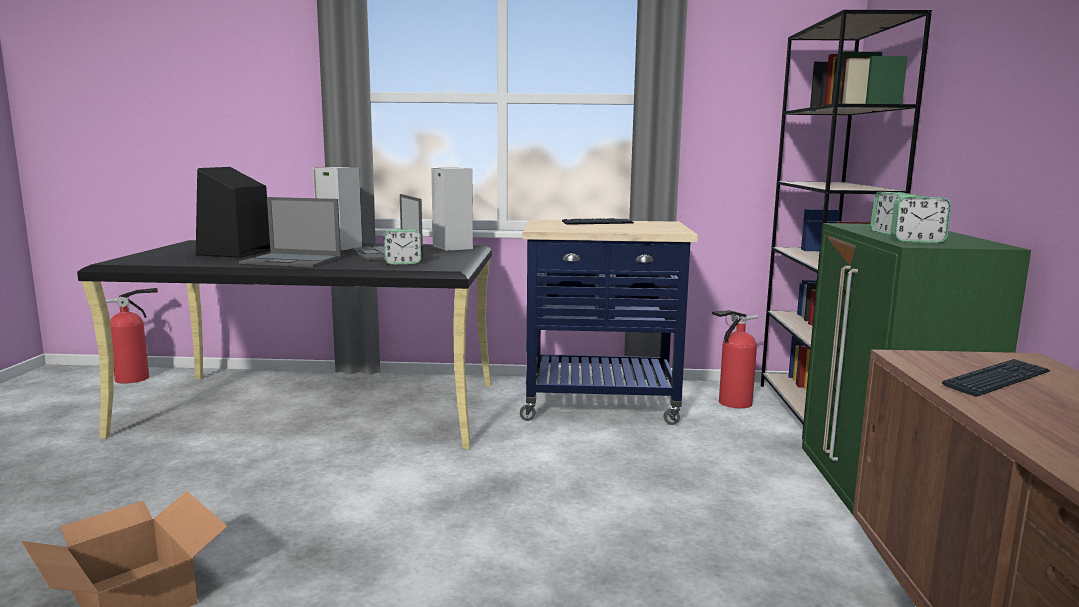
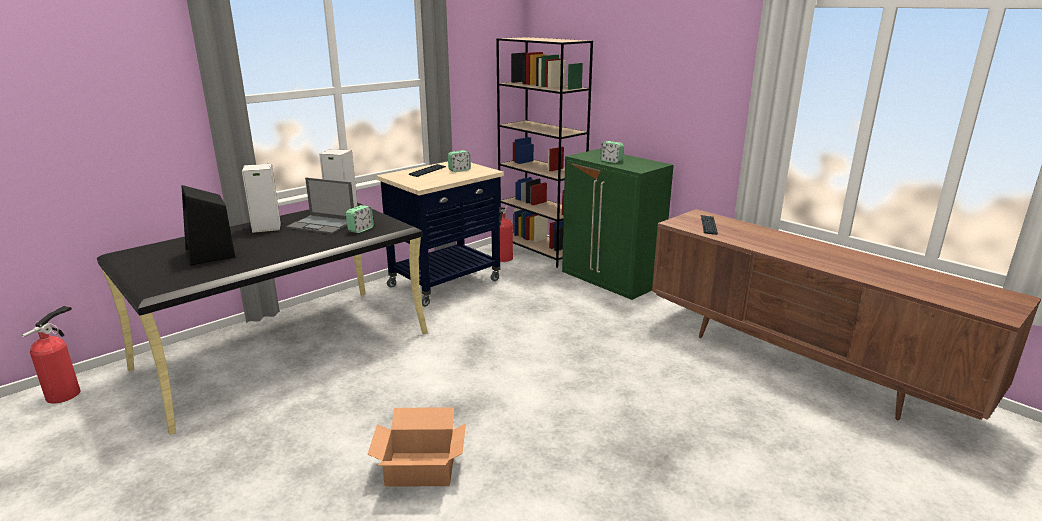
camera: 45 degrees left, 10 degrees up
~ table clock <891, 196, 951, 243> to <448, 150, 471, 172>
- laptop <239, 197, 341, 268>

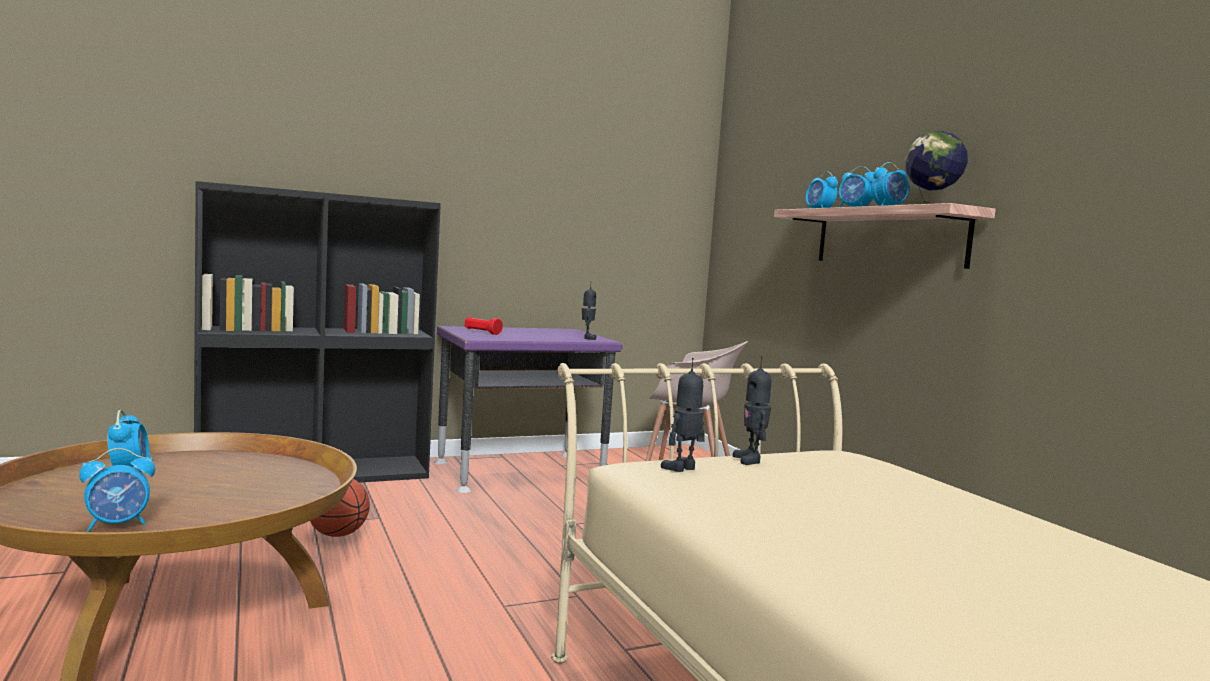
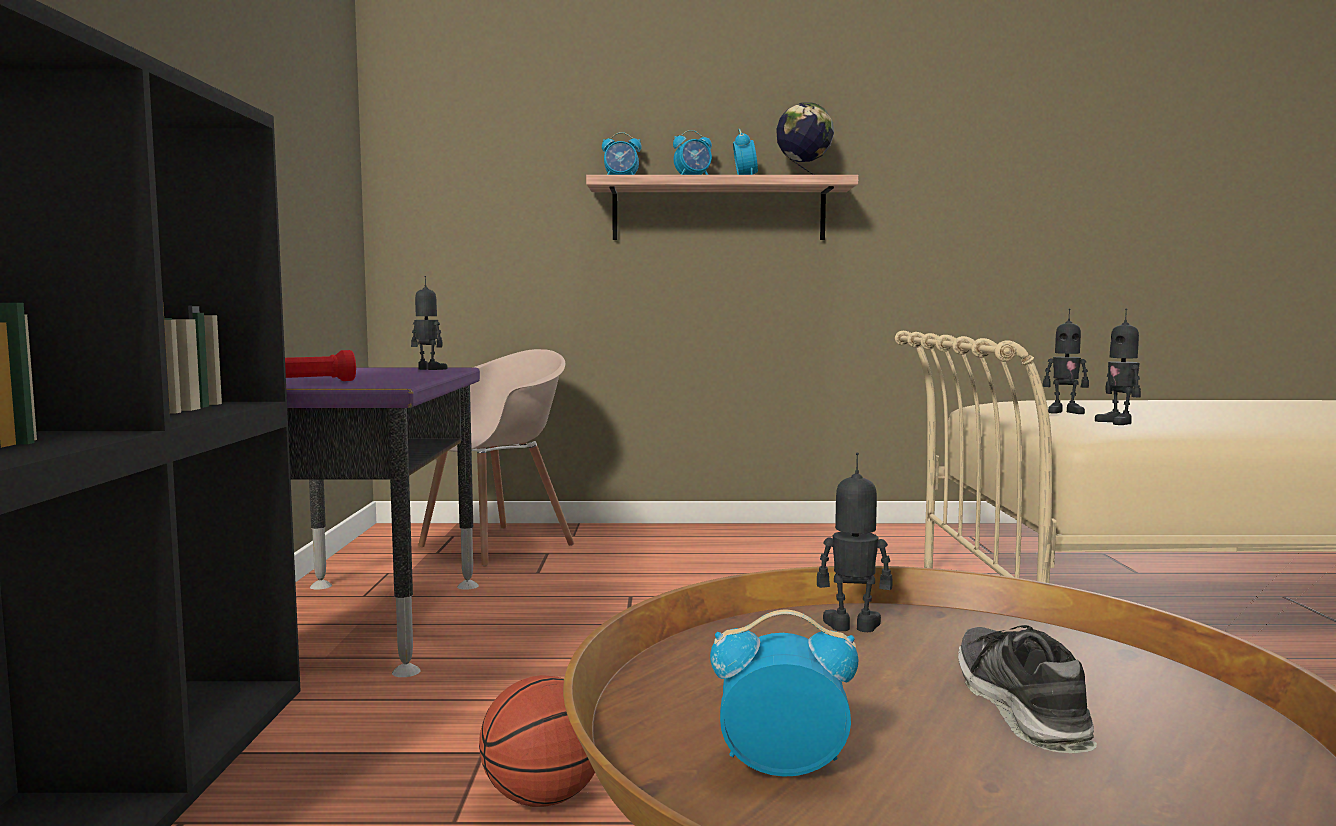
camera: 65 degrees left, 0 degrees up
- table clock <79, 448, 155, 532>
+ model robot <817, 452, 893, 632>
+ item of footwear <958, 625, 1097, 753>

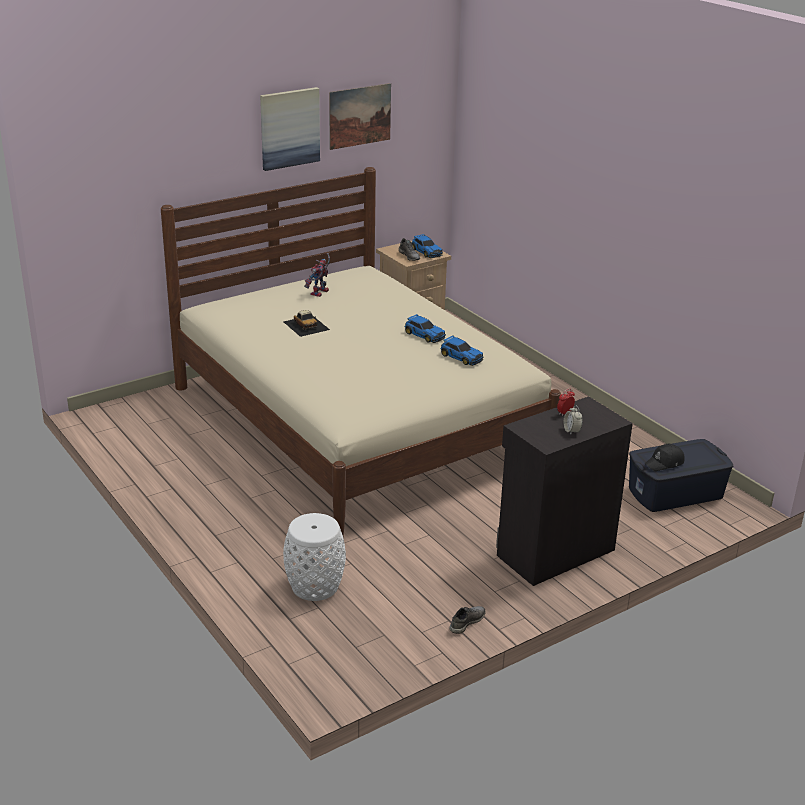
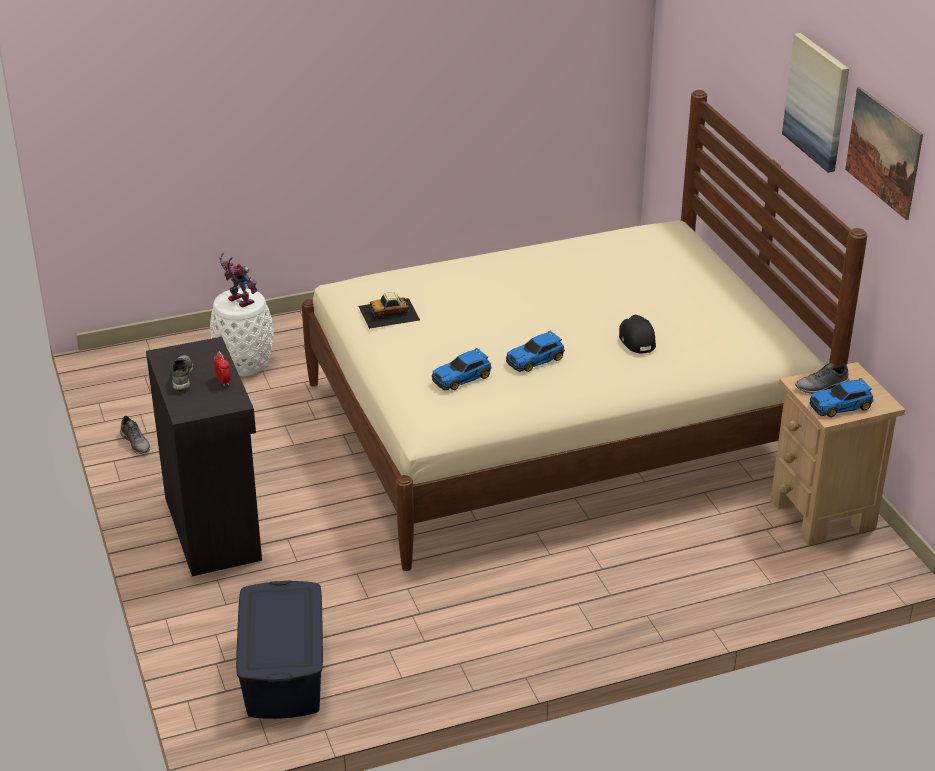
camera: 105 degrees right, 5 degrees up
~ model robot <304, 253, 330, 297> to <219, 252, 257, 308>
~ model car <283, 310, 330, 337> to <359, 292, 420, 329>
~ table clock <563, 405, 583, 434> to grey item of footwear <171, 355, 193, 390>
~ black peaked cap <644, 444, 685, 471> to <619, 315, 656, 354>

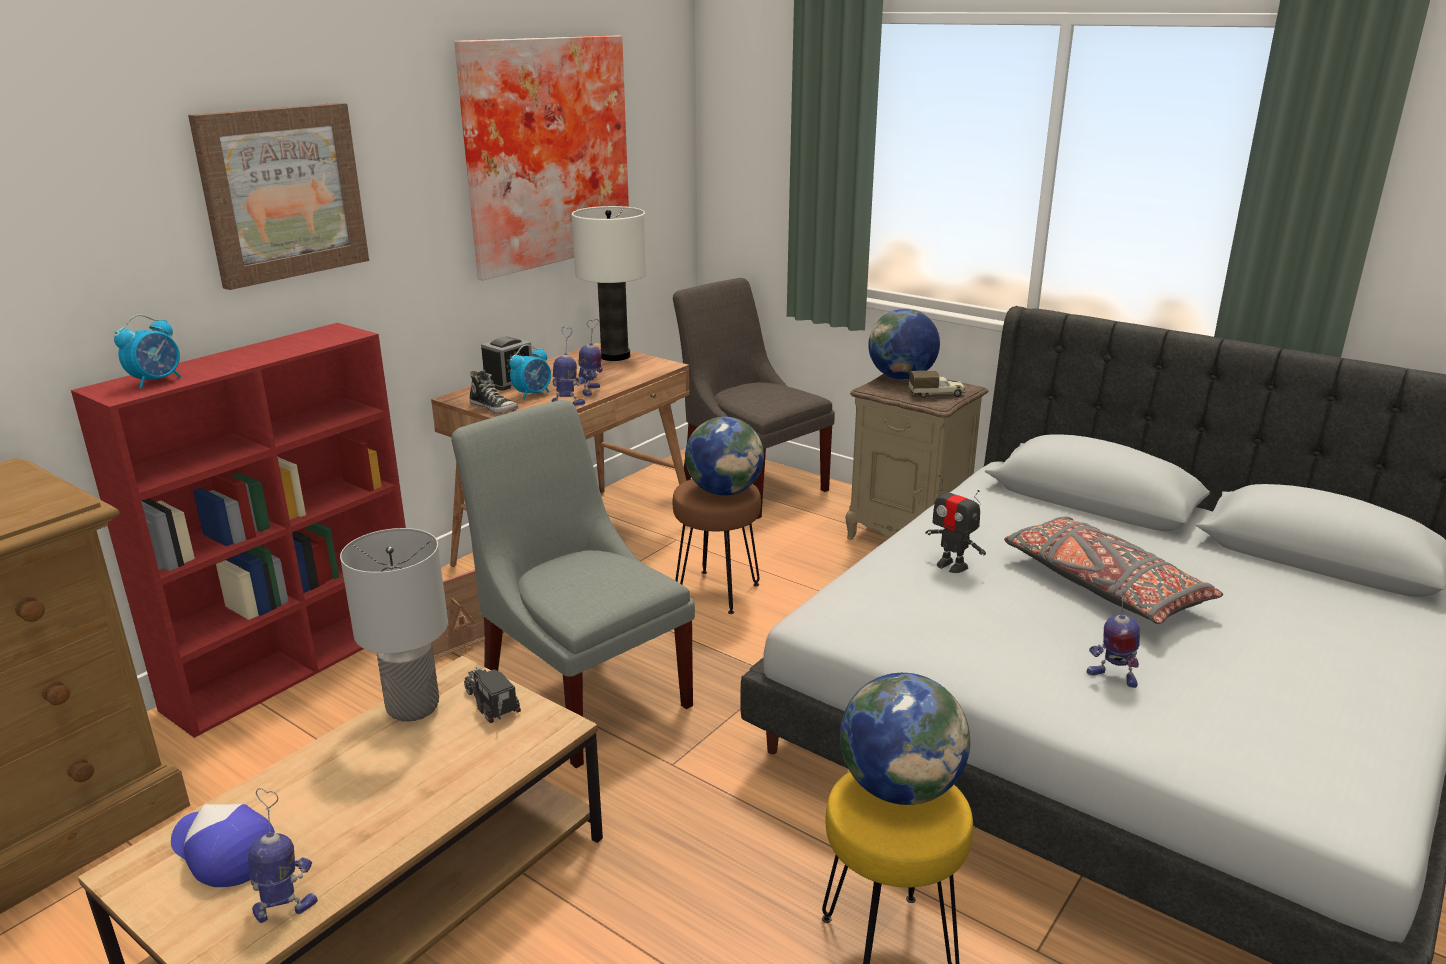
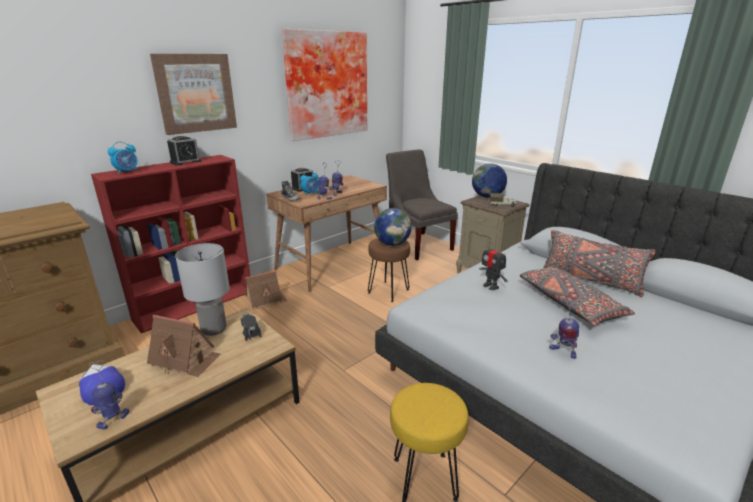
camera: 10 degrees right, 0 degrees up
- white tabletop lamp <572, 206, 647, 361>
- grey upright chair <451, 400, 695, 768>
- desk globe <840, 673, 970, 805>
~ model robot <248, 788, 318, 923> = <89, 361, 129, 430> 45 degrees counterclockwise
+ table clock <167, 136, 201, 165>
+ grey cushion <543, 230, 656, 297>
+ miniature house <147, 315, 220, 377>

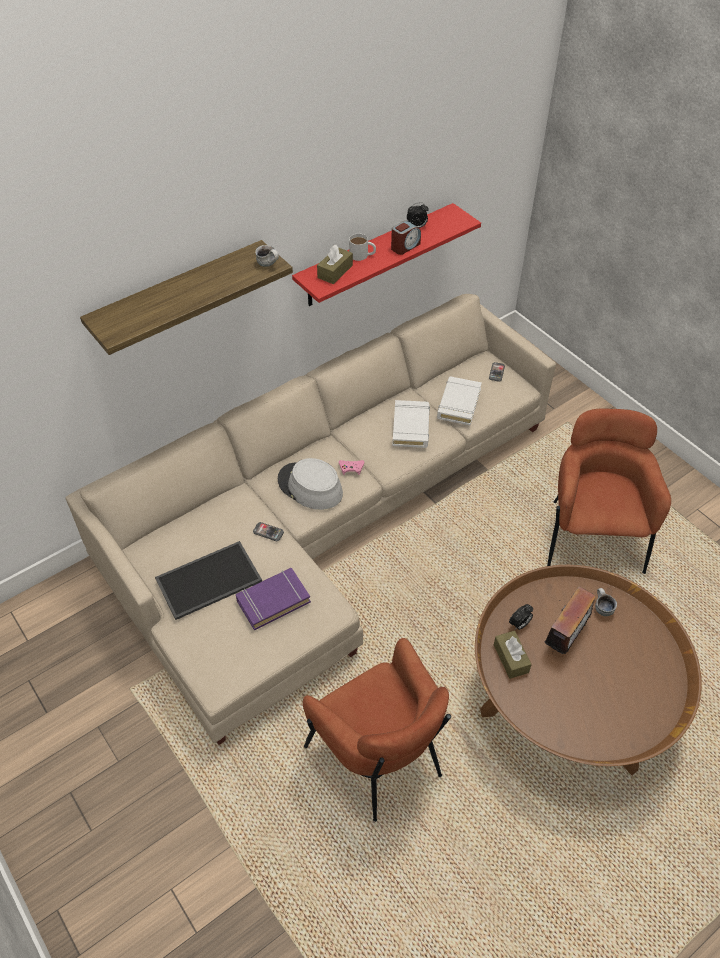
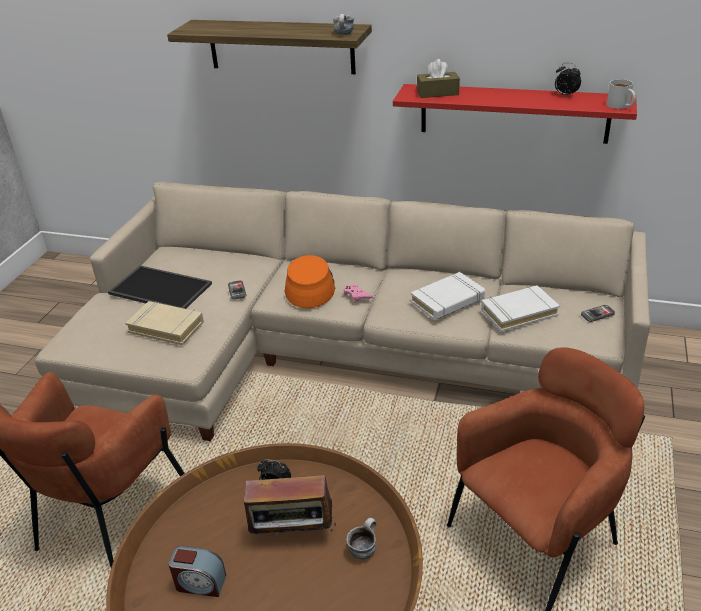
camera: 55 degrees right, 15 degrees down
~ table clock <391, 221, 421, 255> to <168, 545, 226, 597>
~ white coffee mug <349, 234, 376, 261> to <607, 79, 636, 109>
~ grey wearable hat <278, 458, 343, 510> to orange wearable hat <285, 255, 335, 308>
~ purple-coloured bound book <236, 568, 311, 631> to beige bound book <125, 301, 204, 345>
- brown-coloured tissue holder <494, 631, 532, 679>

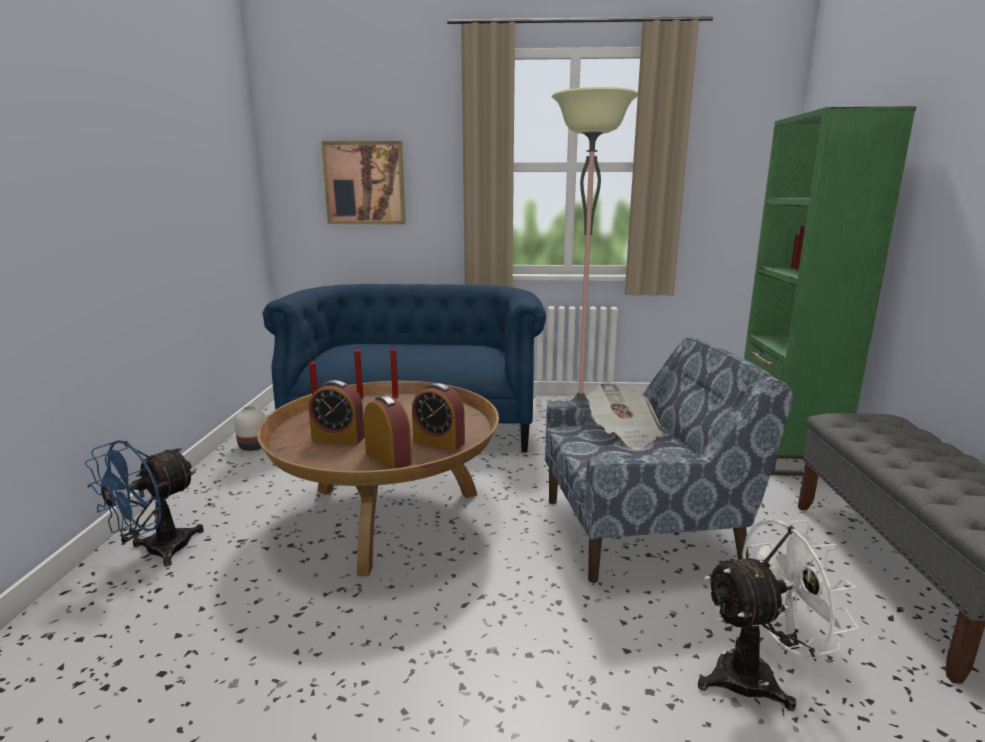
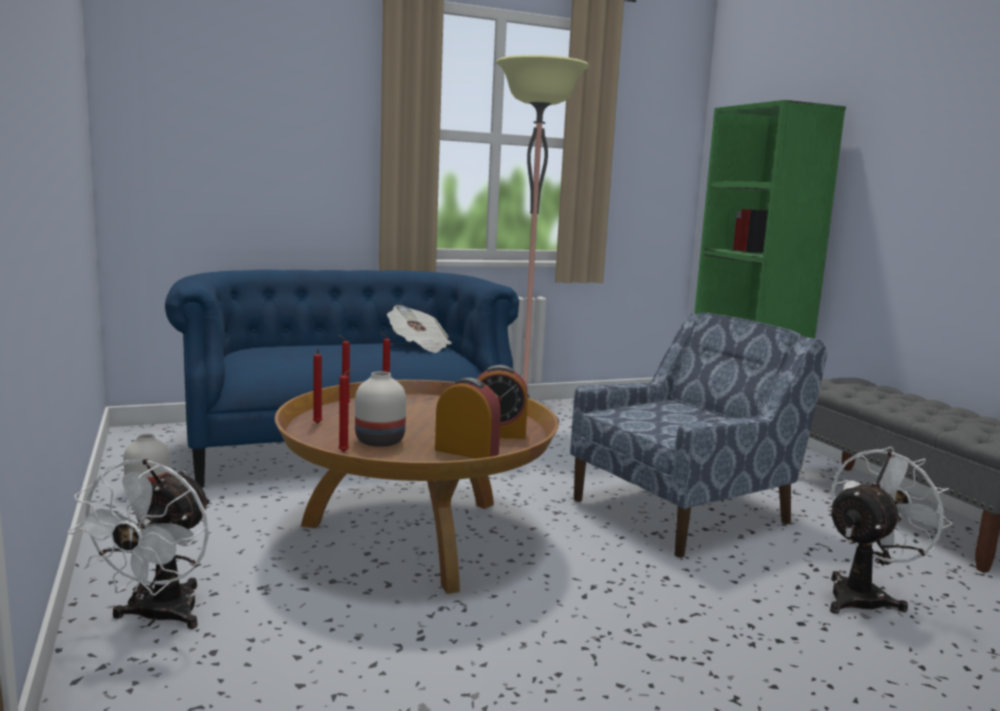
camera: 25 degrees left, 5 degrees down
- wall art <321, 141, 406, 224>
~ table clock <309, 380, 365, 445> to white decorative vase <355, 371, 406, 447>
~ newspaper <588, 382, 663, 450> to <387, 305, 452, 353>
~ bluish cooling fan <85, 440, 204, 567> to white cooling fan <68, 459, 211, 629>
+ red wax candle <338, 368, 354, 452>

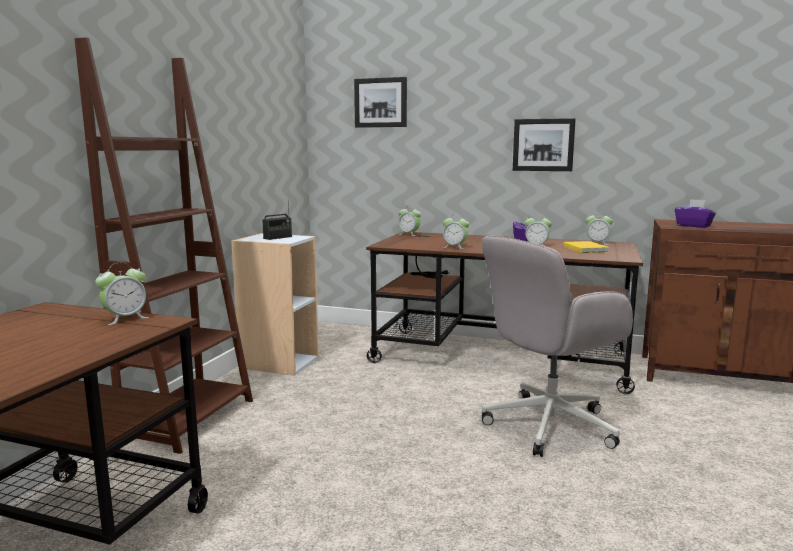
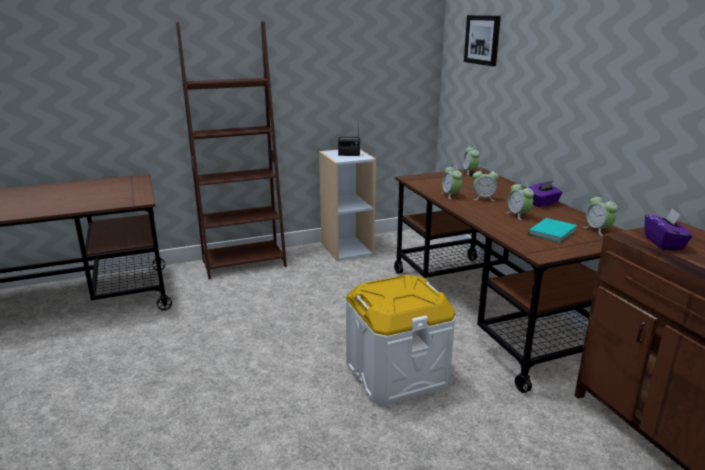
camera: 50 degrees right, 10 degrees up
- wall art <513, 118, 576, 171>
~ grey desk chair <482, 235, 633, 457> to white storage box <346, 275, 456, 406>
~ yellowish bound book <563, 241, 609, 253> to turquoise-coloured bound book <529, 218, 577, 243>
~ table clock <96, 262, 149, 325> to <472, 167, 499, 201>

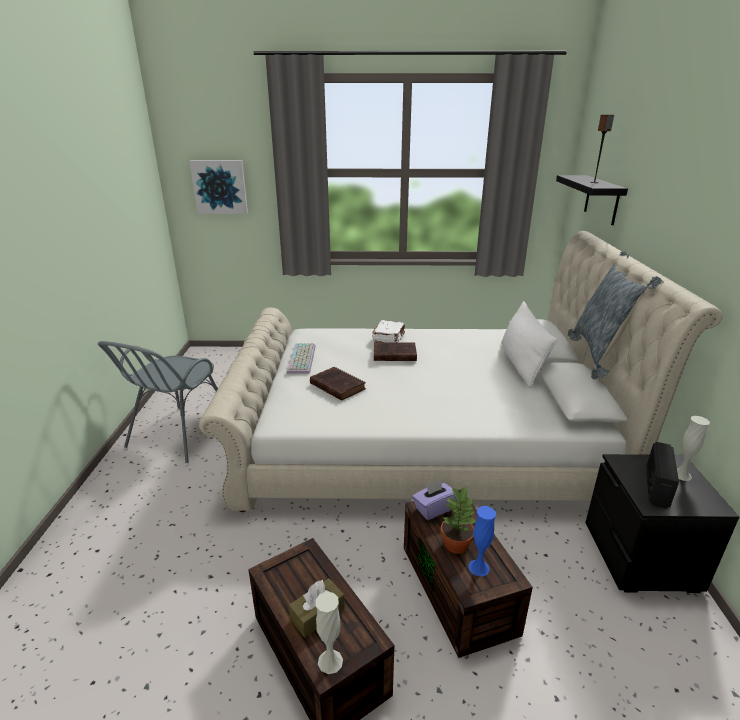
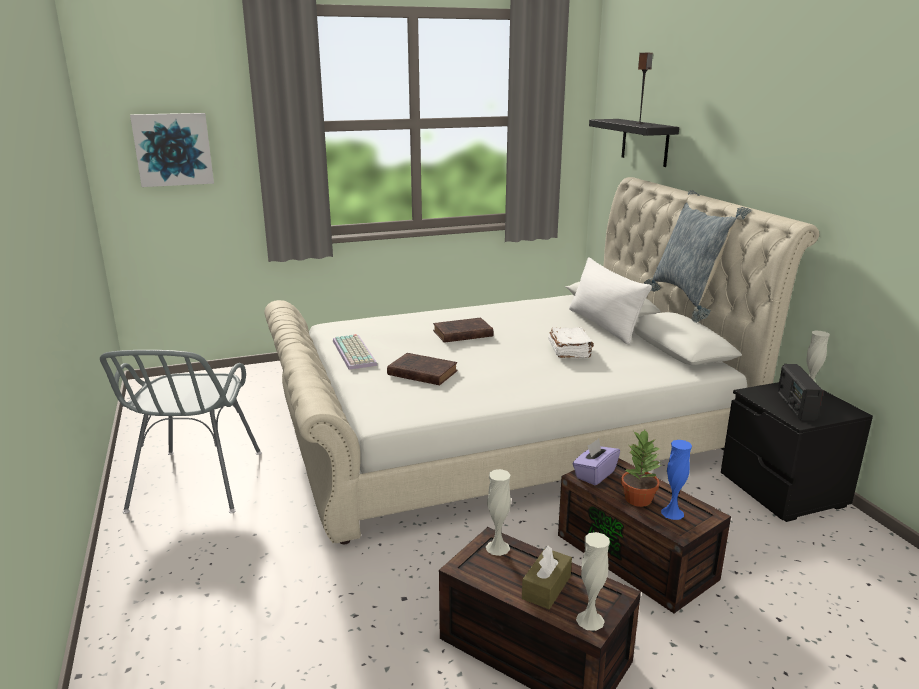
camera: 20 degrees left, 5 degrees down
~ white bound book <372, 320, 405, 342> to <548, 327, 594, 358>
+ white decorative vase <486, 469, 511, 556>

